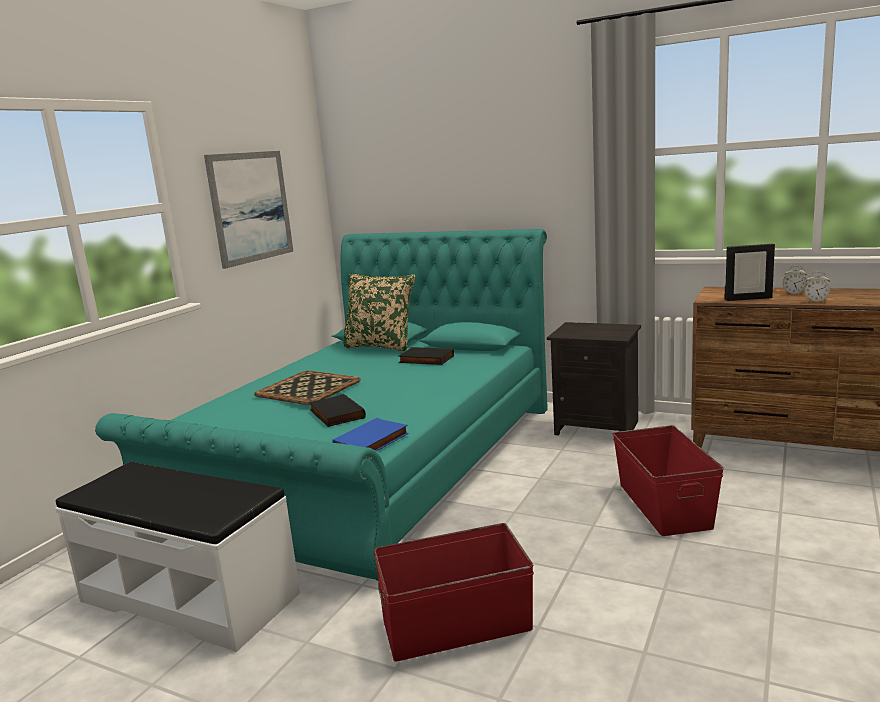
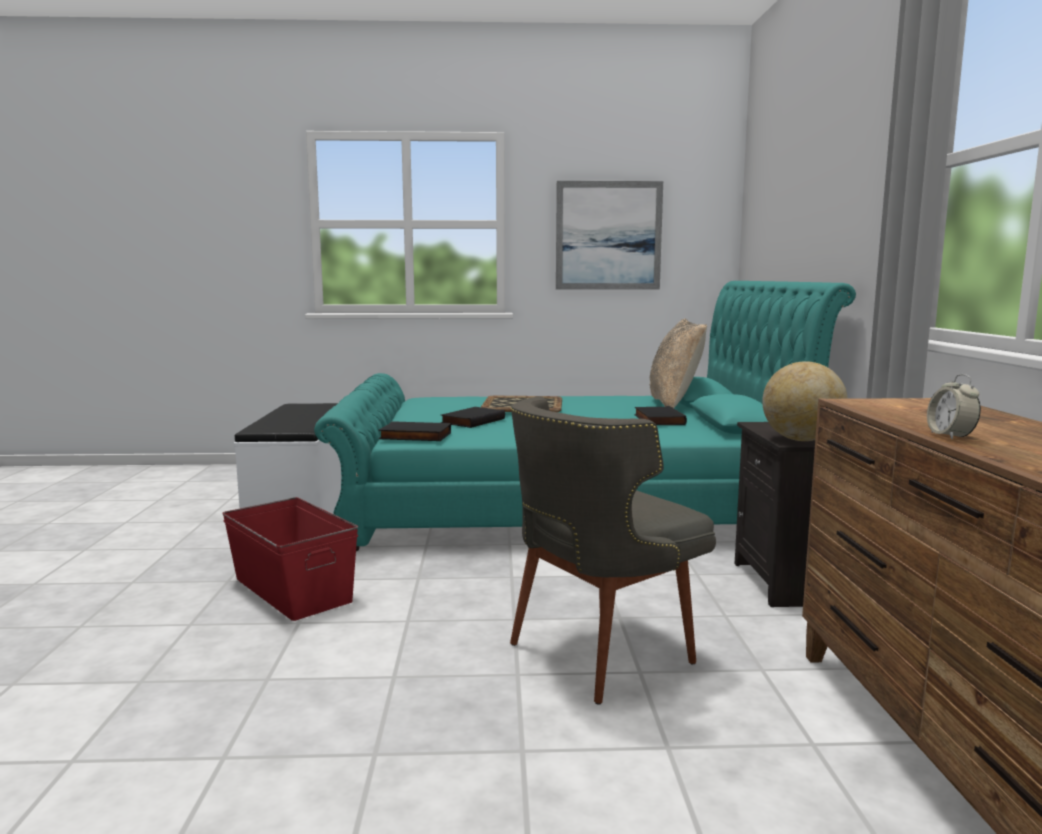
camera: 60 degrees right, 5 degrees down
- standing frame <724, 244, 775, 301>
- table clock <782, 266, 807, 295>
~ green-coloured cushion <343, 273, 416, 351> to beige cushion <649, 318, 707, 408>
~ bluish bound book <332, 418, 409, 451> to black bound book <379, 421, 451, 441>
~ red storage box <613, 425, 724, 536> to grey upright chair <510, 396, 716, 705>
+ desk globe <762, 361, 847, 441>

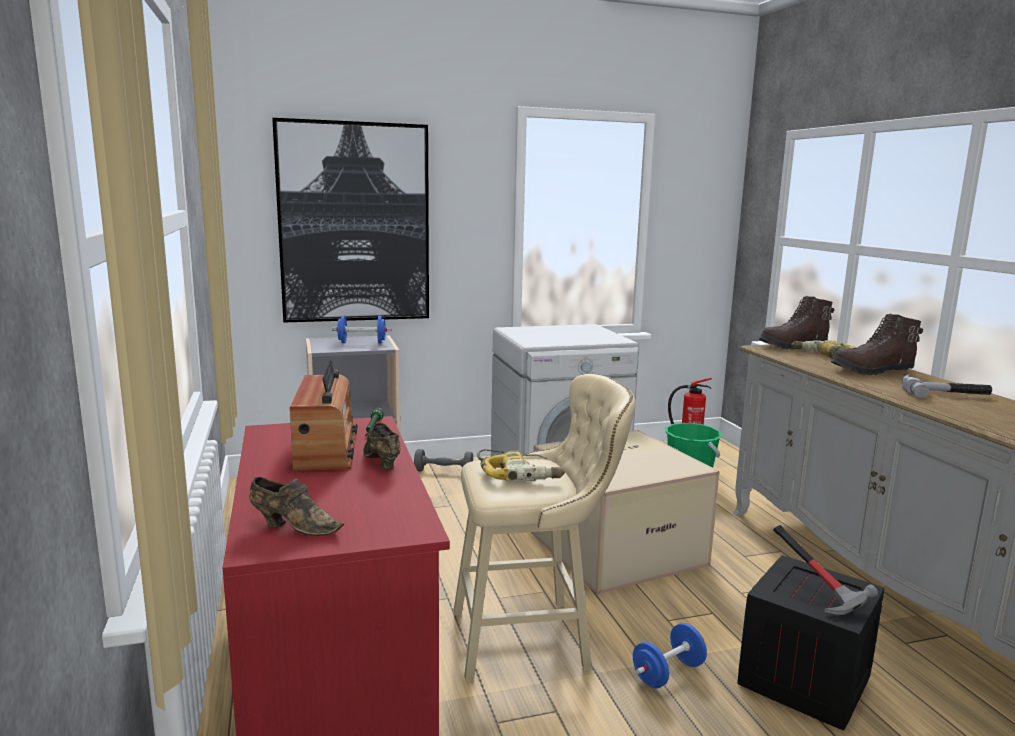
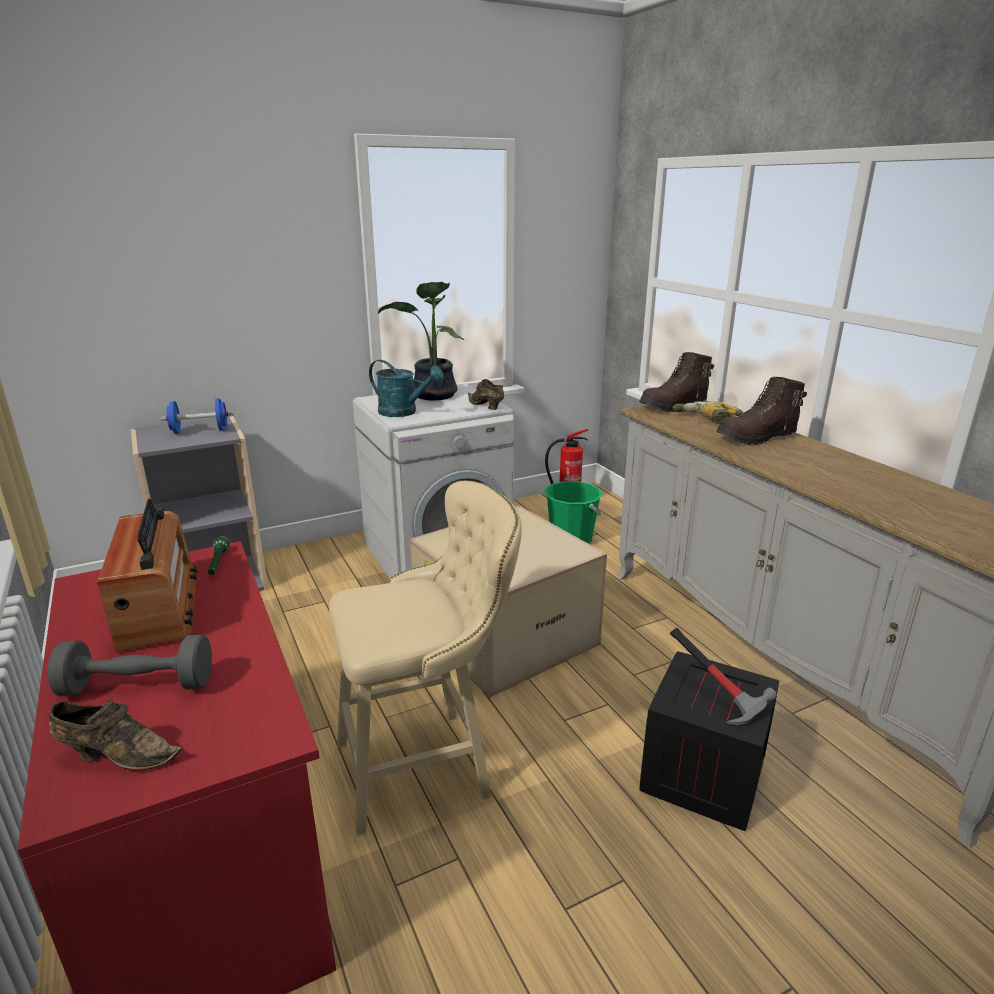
camera: 10 degrees left, 10 degrees up
- wall art <272, 118, 429, 323>
- tool hammer <902, 374, 992, 398>
~ brown-coloured item of footwear <363, 423, 401, 469> to <468, 379, 504, 410>
~ grey free weight <414, 449, 473, 471> to <47, 634, 212, 697>
- drill <477, 449, 565, 481>
- bluish free weight <633, 623, 707, 688>
+ houseplant <378, 282, 464, 400>
+ turquoise-coloured watering pot <369, 360, 444, 417>

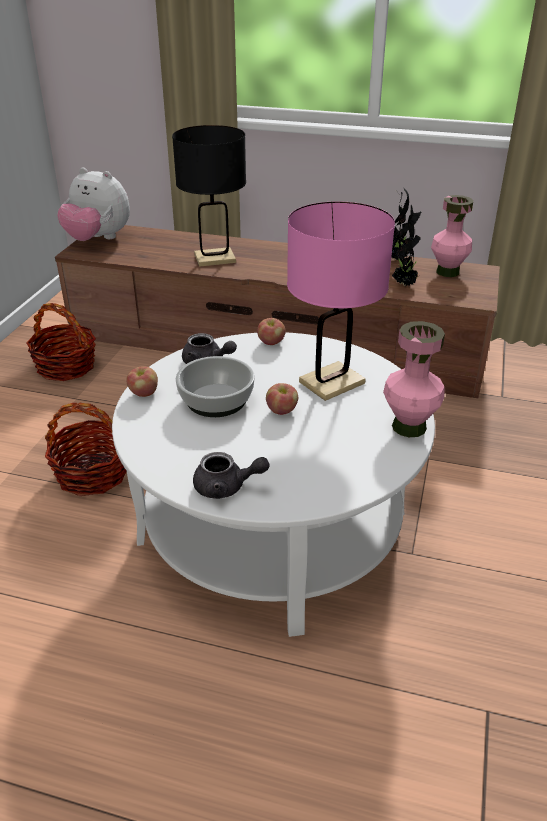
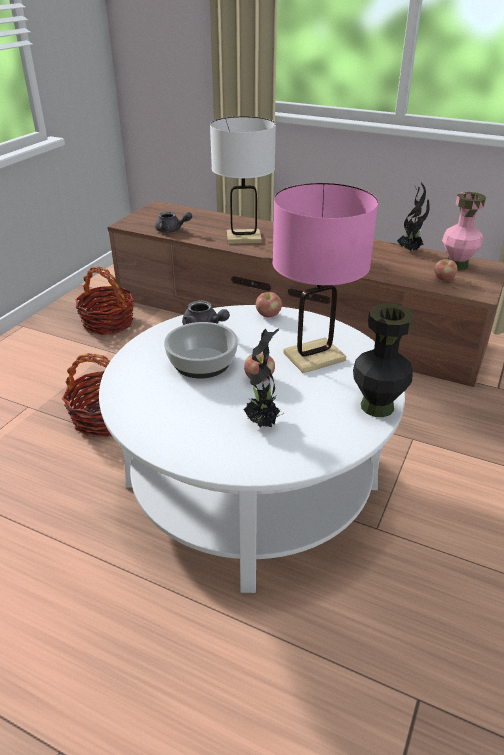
camera: 10 degrees right, 0 degrees up
~ black tabletop lamp <172, 125, 246, 267> to white tabletop lamp <210, 116, 276, 244>
- cuddly toy <57, 167, 130, 241>
~ houseplant <392, 211, 421, 286> to <244, 329, 284, 427>
~ pinkish decorative vase <383, 321, 445, 437> to black decorative vase <353, 303, 414, 417>
~ apple fruit <126, 366, 158, 397> to <434, 259, 458, 281>
~ grey pot for tea <193, 452, 269, 499> to <155, 212, 192, 233>

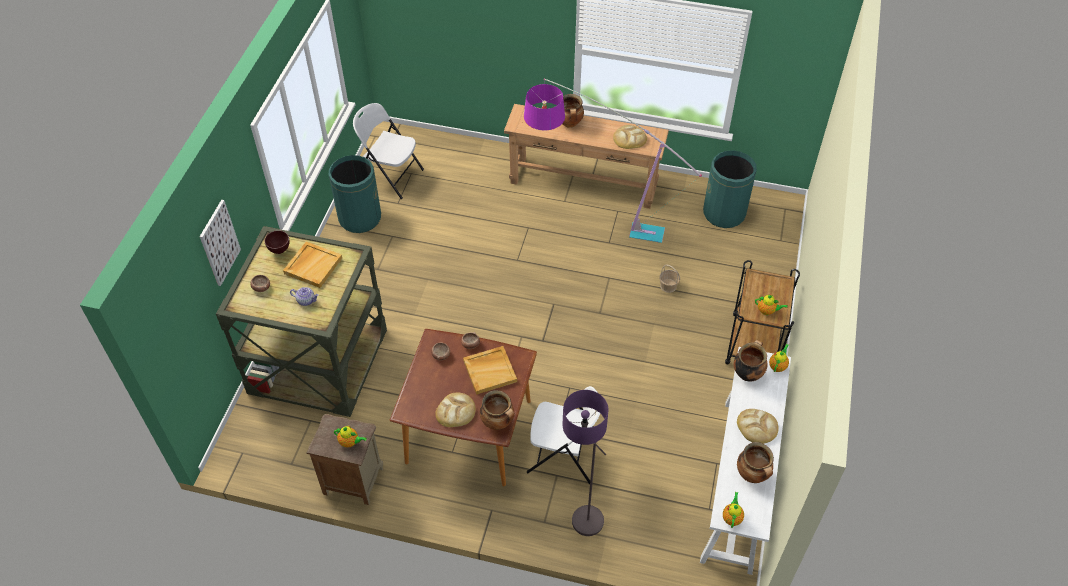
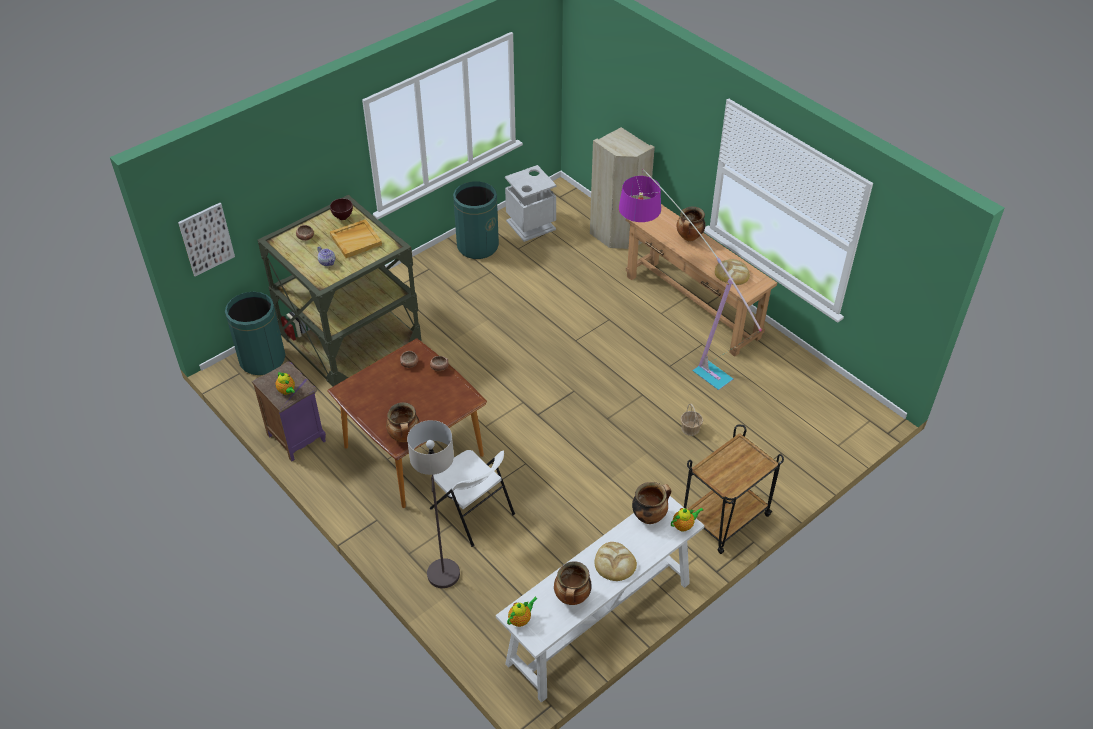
camera: 35 degrees right, 5 degrees down
~ white upright chair <353, 103, 424, 200> to grey trash can <505, 165, 556, 242>
~ green-coloured trash can <703, 150, 757, 228> to <225, 292, 285, 375>
~ wall art <200, 200, 241, 286> to <178, 203, 235, 277>
- pot for tea <755, 294, 788, 315>
- beige serving tray <463, 346, 517, 395>
~ purple-coloured standing lamp <563, 390, 608, 536> to grey standing lamp <407, 420, 460, 588>
- bakery bread <435, 392, 476, 427>
~ beige bedside table <306, 414, 383, 505> to purple-coloured bedside table <252, 362, 326, 462>
+ beige cupboard <590, 127, 655, 249>

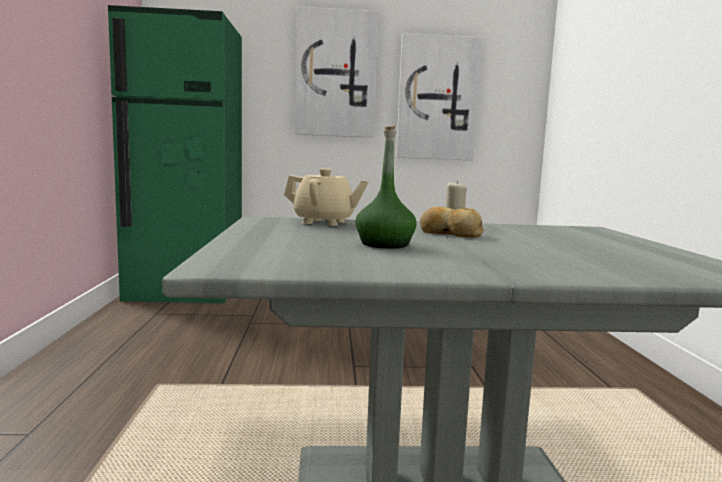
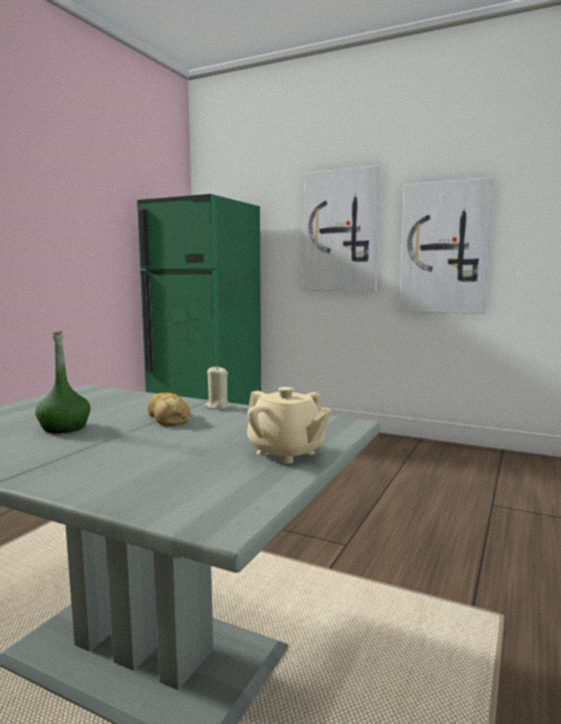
camera: 30 degrees right, 0 degrees up
~ beige pot for tea <284, 168, 369, 226> to <247, 387, 332, 464>

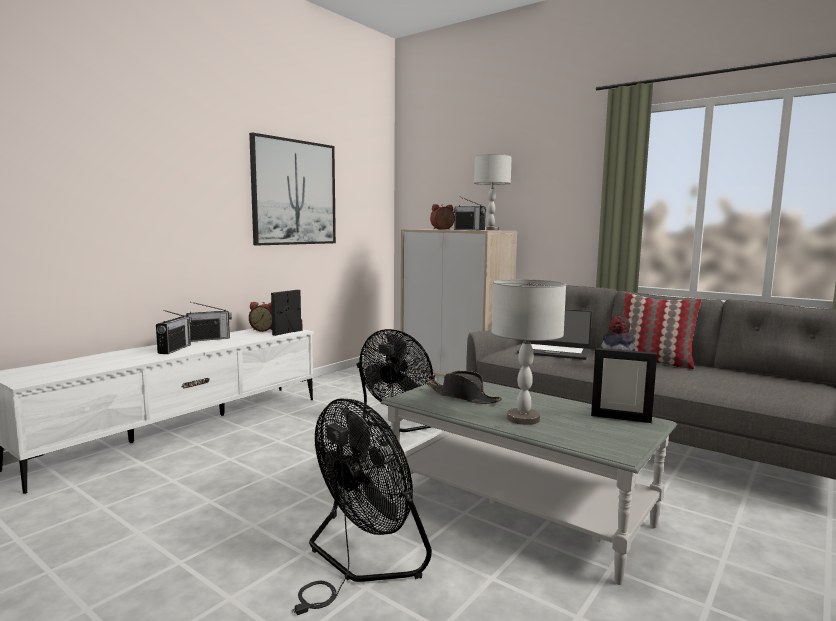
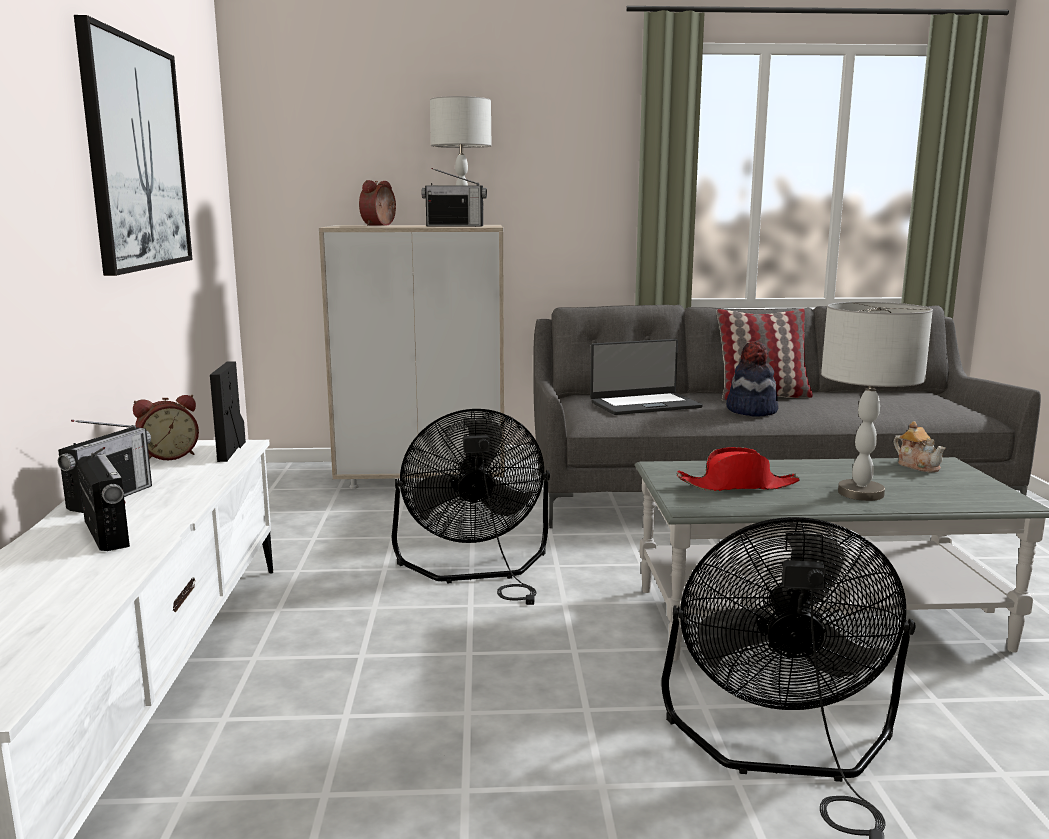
camera: 40 degrees left, 5 degrees up
~ standing frame <591, 348, 657, 423> to pot for tea <893, 421, 946, 472>
~ black wearable hat <426, 371, 502, 404> to red wearable hat <677, 447, 800, 491>

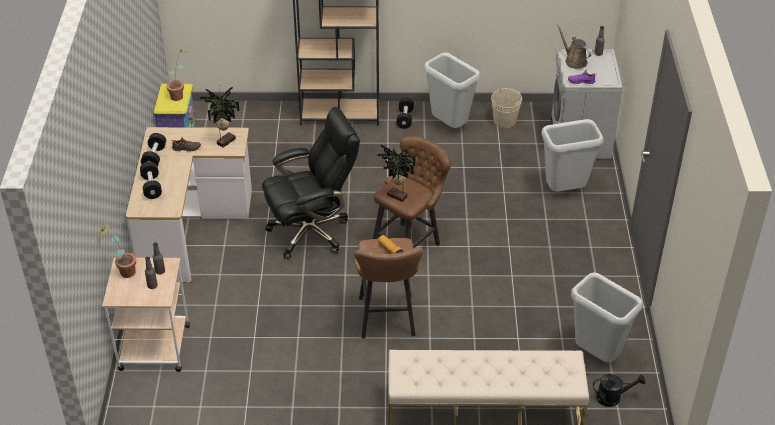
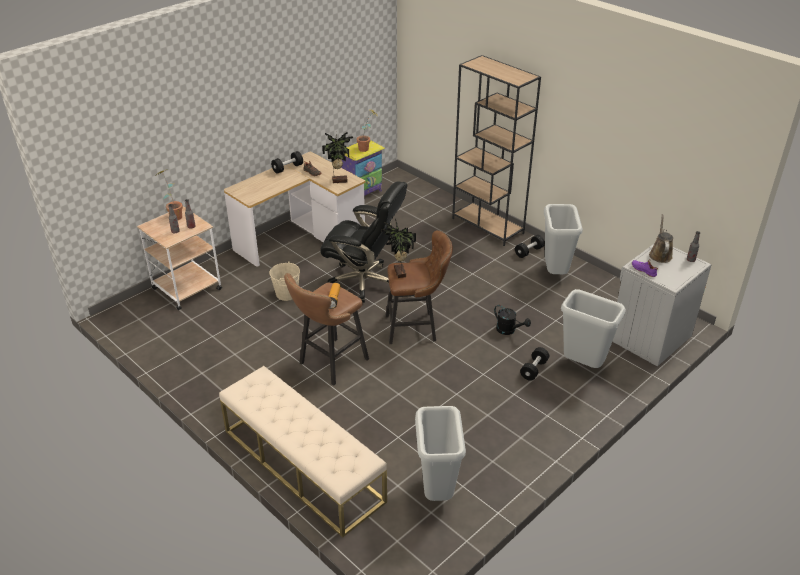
camera: 45 degrees right, 5 degrees down
~ beige bucket <491, 88, 522, 128> to <269, 261, 300, 301>
~ black free weight <140, 162, 162, 199> to <520, 347, 549, 381>
~ black watering pot <593, 374, 645, 407> to <494, 305, 531, 335>

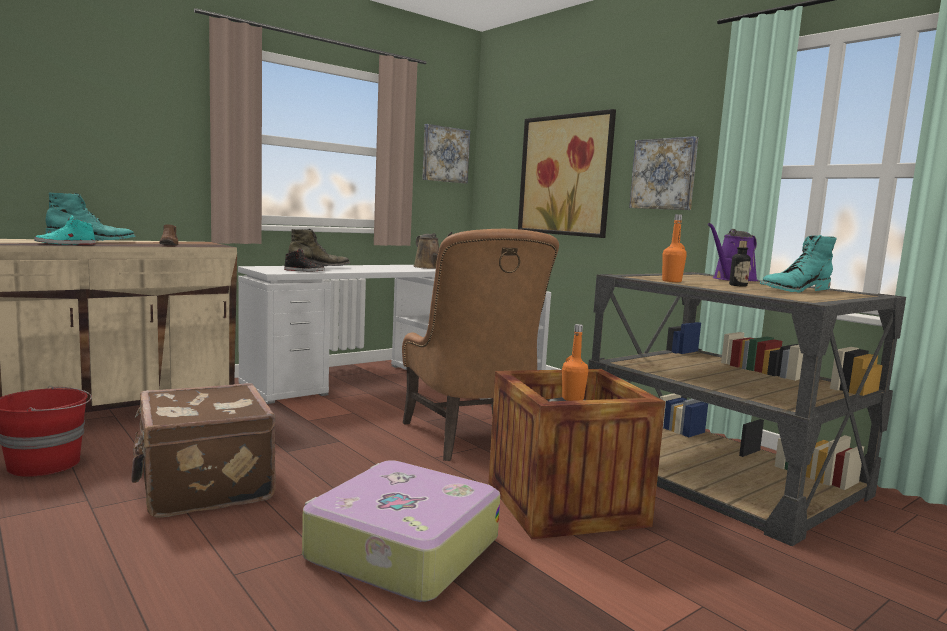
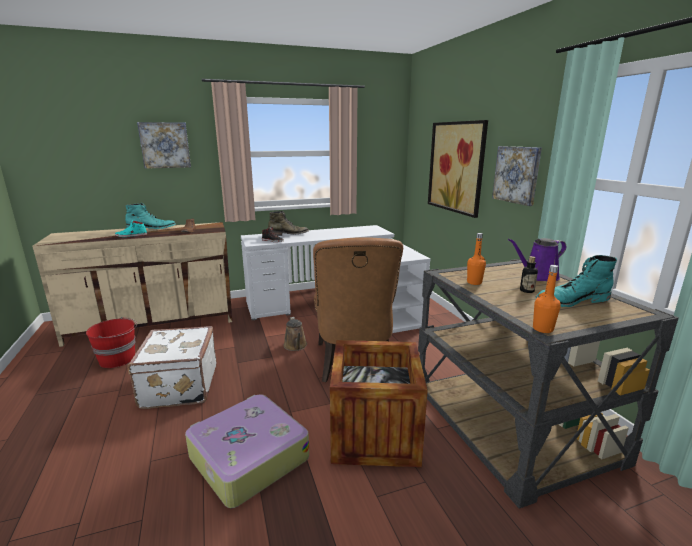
camera: 20 degrees right, 10 degrees up
~ wall art <422, 124, 470, 183> to <137, 122, 191, 169>
~ brown-coloured watering pot <414, 232, 452, 269> to <283, 317, 307, 351>
~ orange drink bottle <562, 324, 589, 401> to <533, 265, 561, 333>
~ brown-coloured suitcase <132, 383, 276, 518> to white suitcase <128, 326, 217, 409>

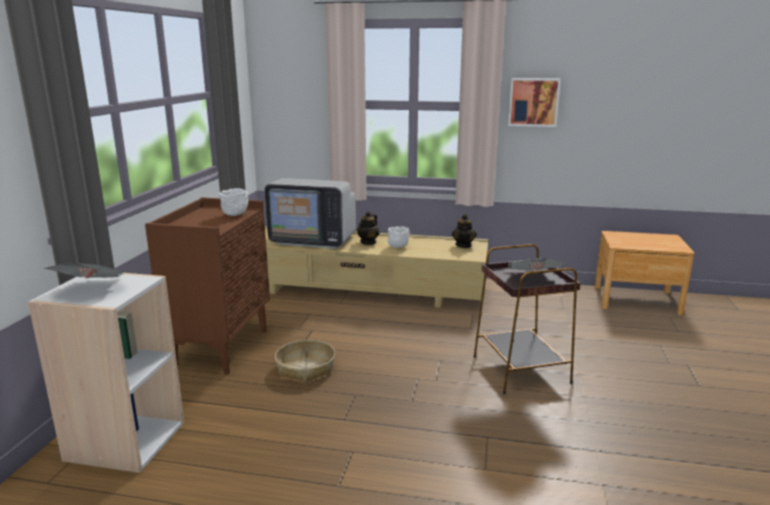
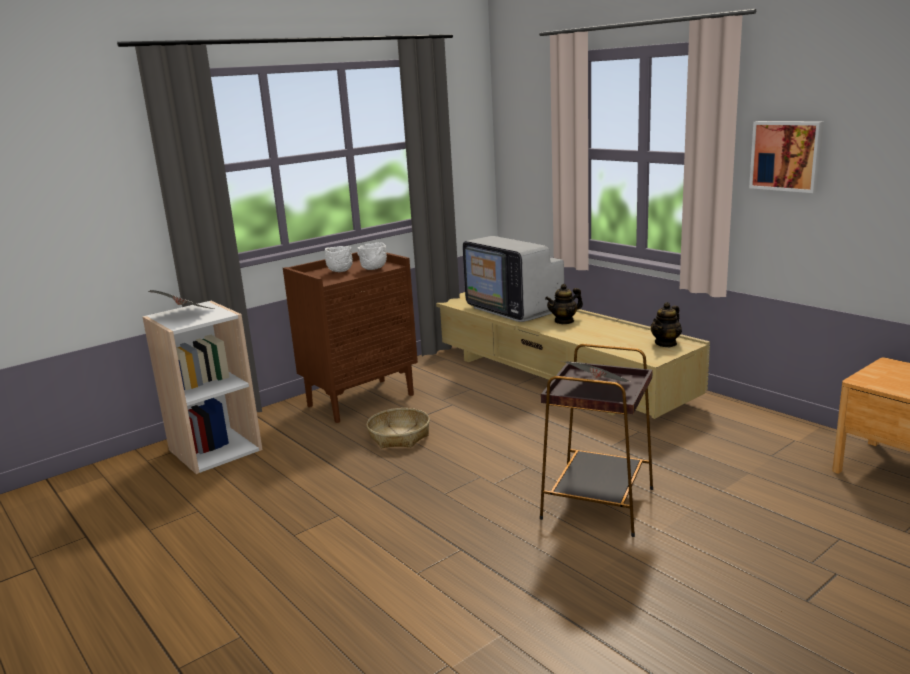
camera: 40 degrees right, 0 degrees up
~ white deep dish <388, 226, 410, 248> to <325, 246, 353, 272>

